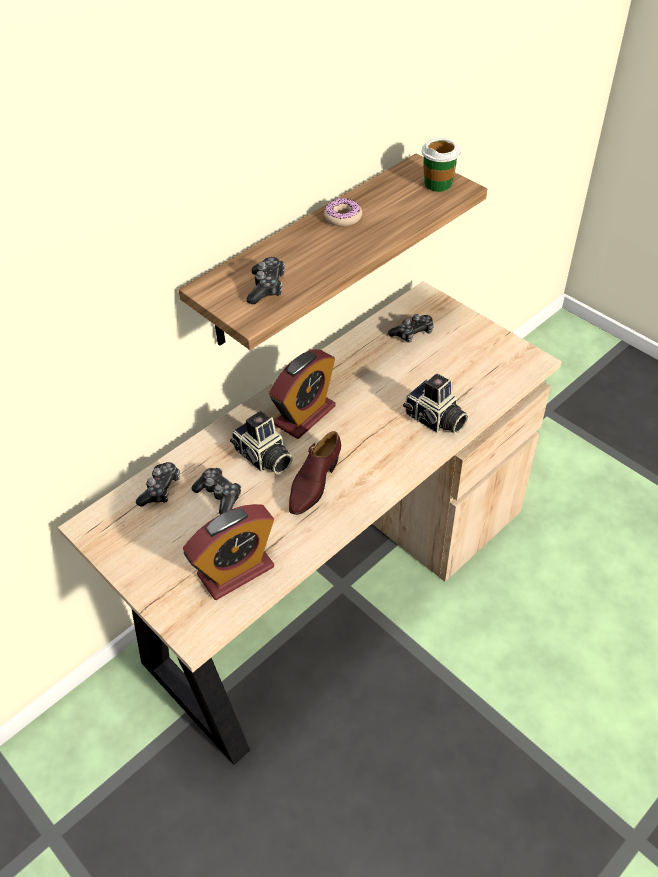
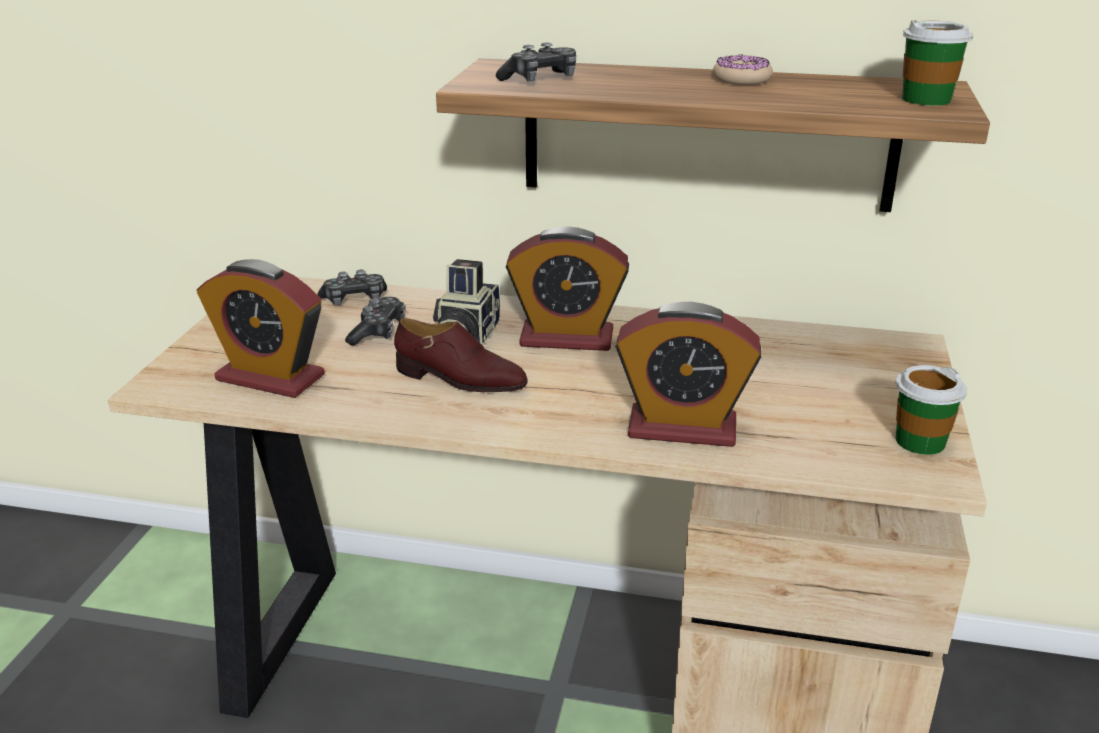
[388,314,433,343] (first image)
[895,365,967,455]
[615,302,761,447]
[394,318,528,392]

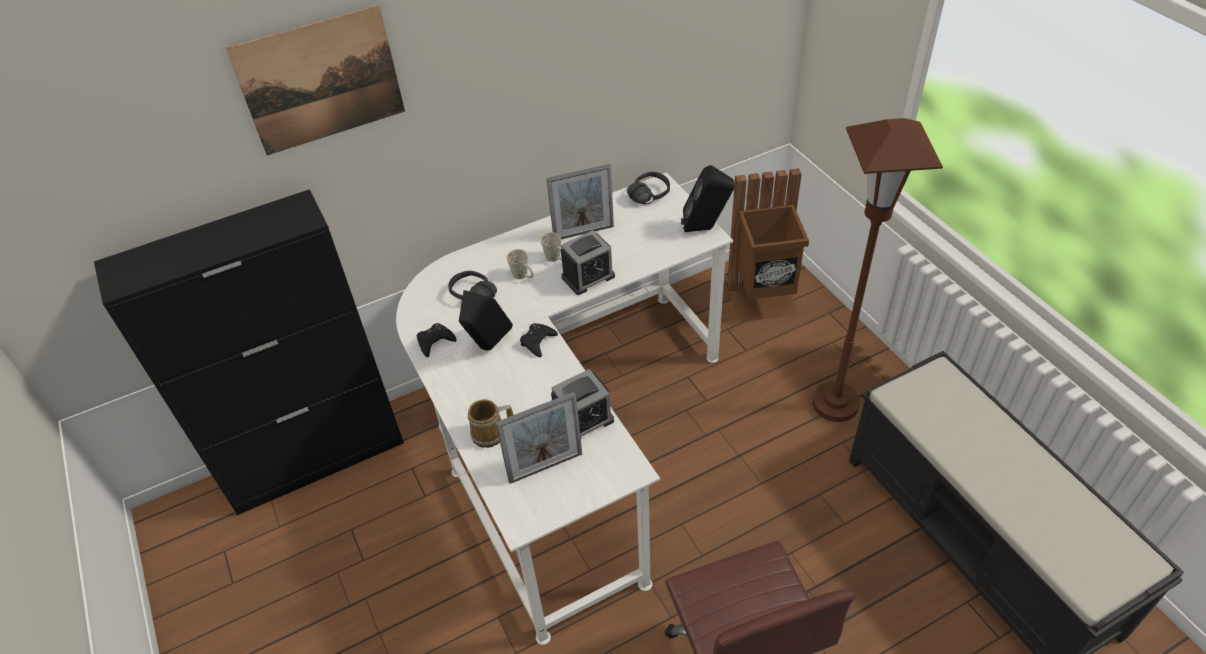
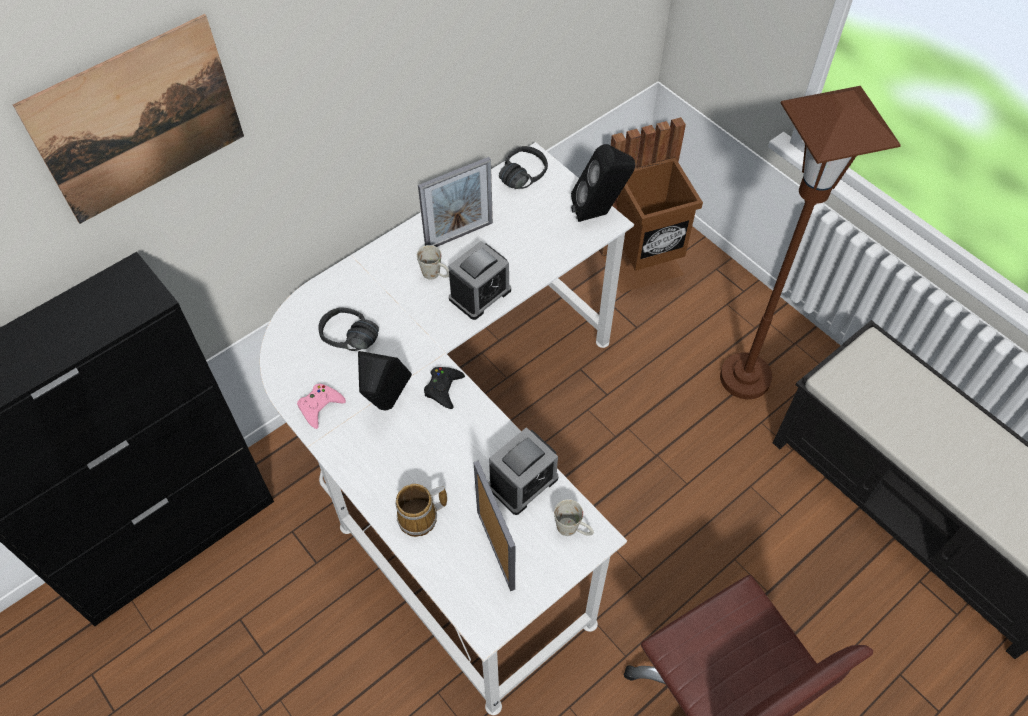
[554,499,594,536]
[297,384,346,429]
[474,461,515,591]

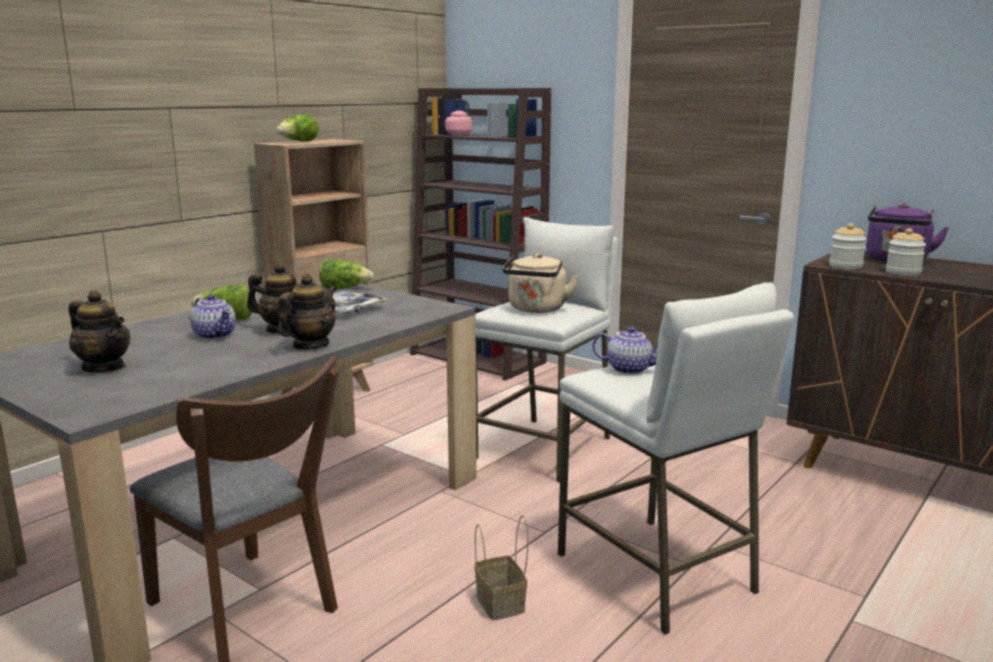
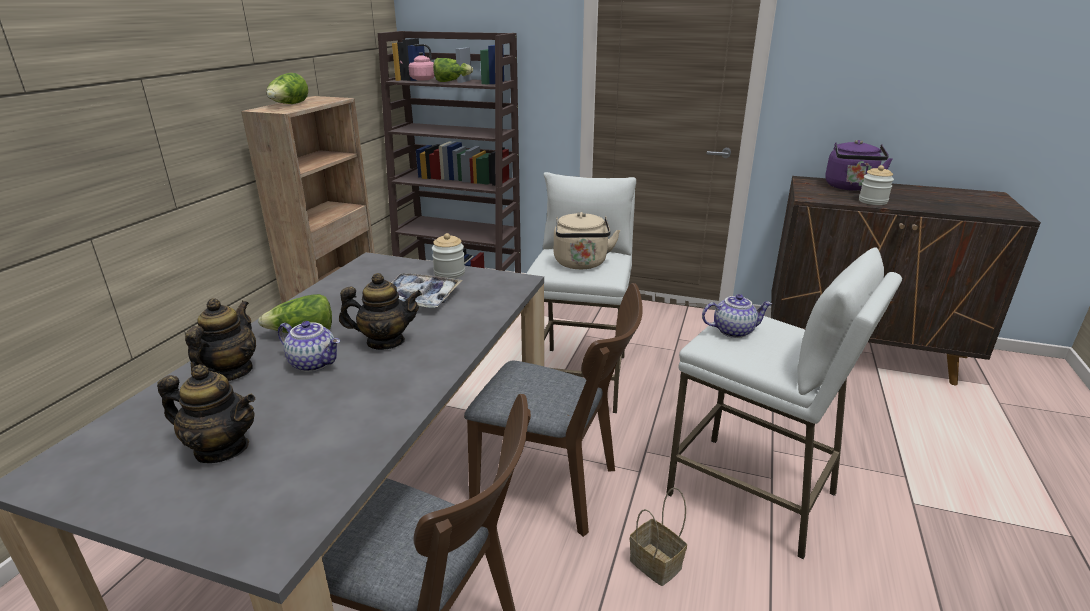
[464,283,643,537]
[185,298,256,381]
[433,58,473,82]
[432,233,465,279]

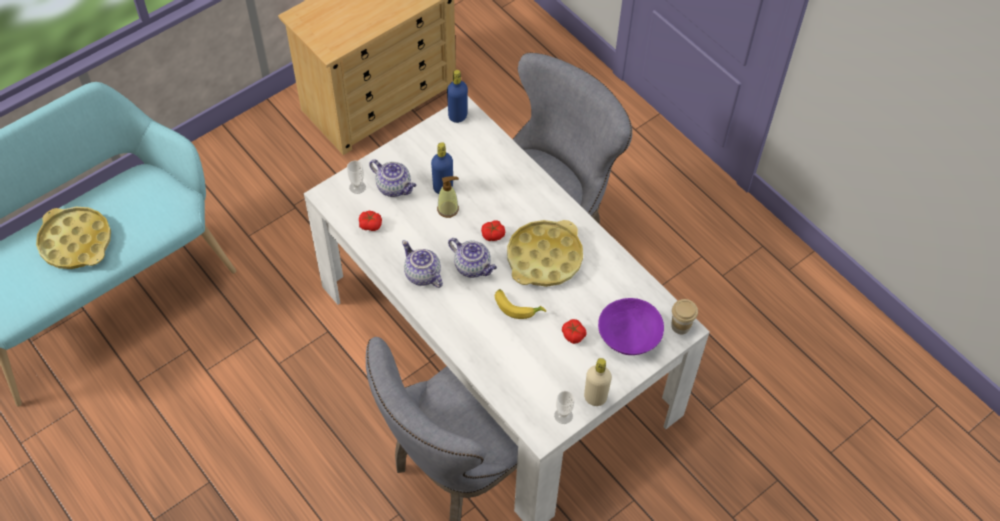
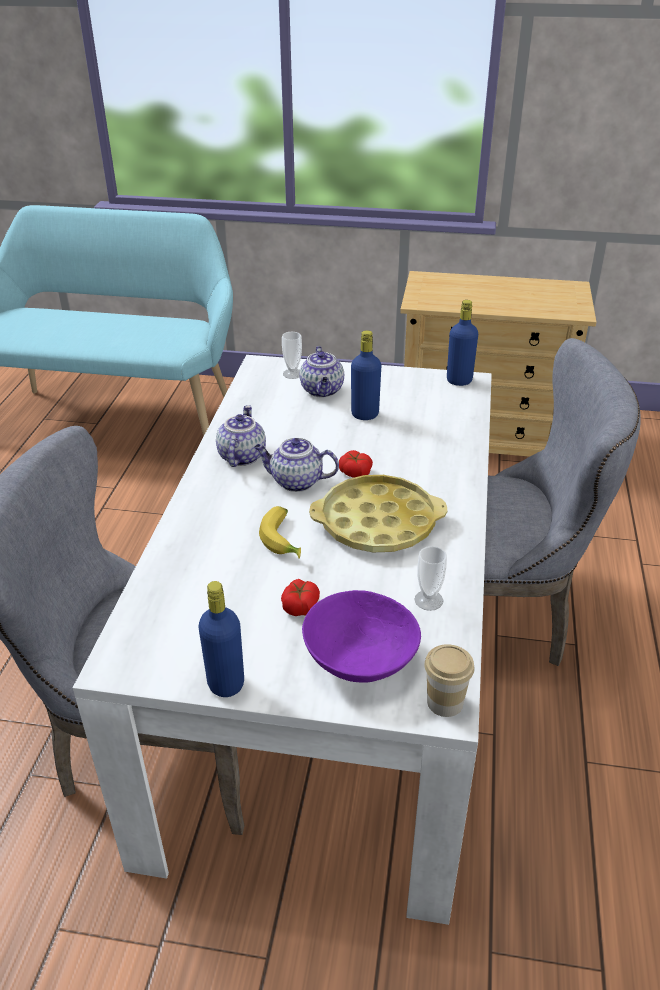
[36,207,111,269] (first image)
[359,211,382,231] (first image)
[437,176,459,218] (first image)
[414,546,447,611]
[199,581,244,697]
[254,438,339,492]

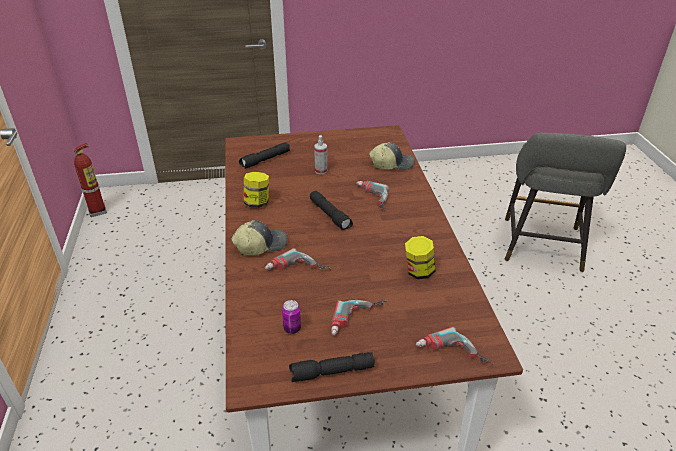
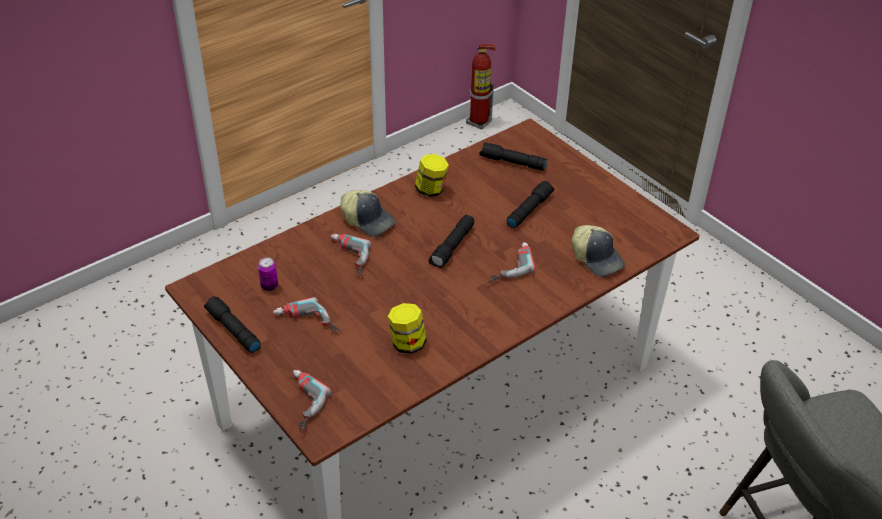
[507,181,554,228]

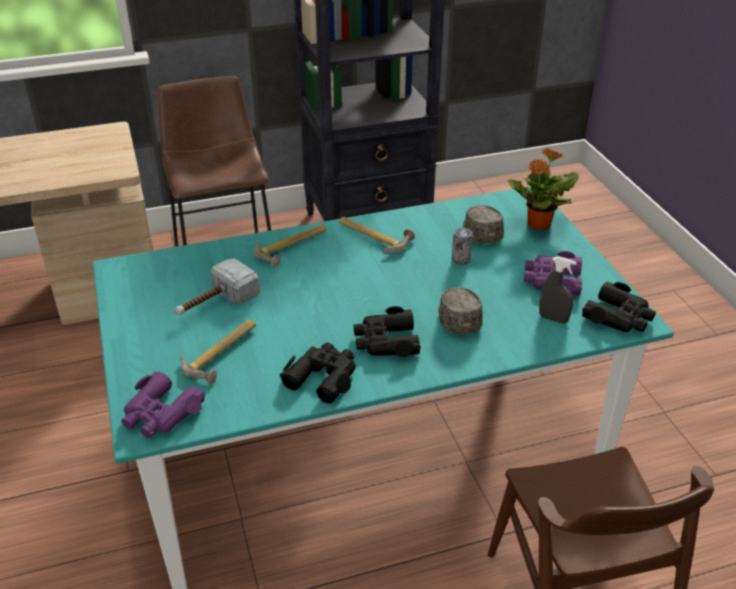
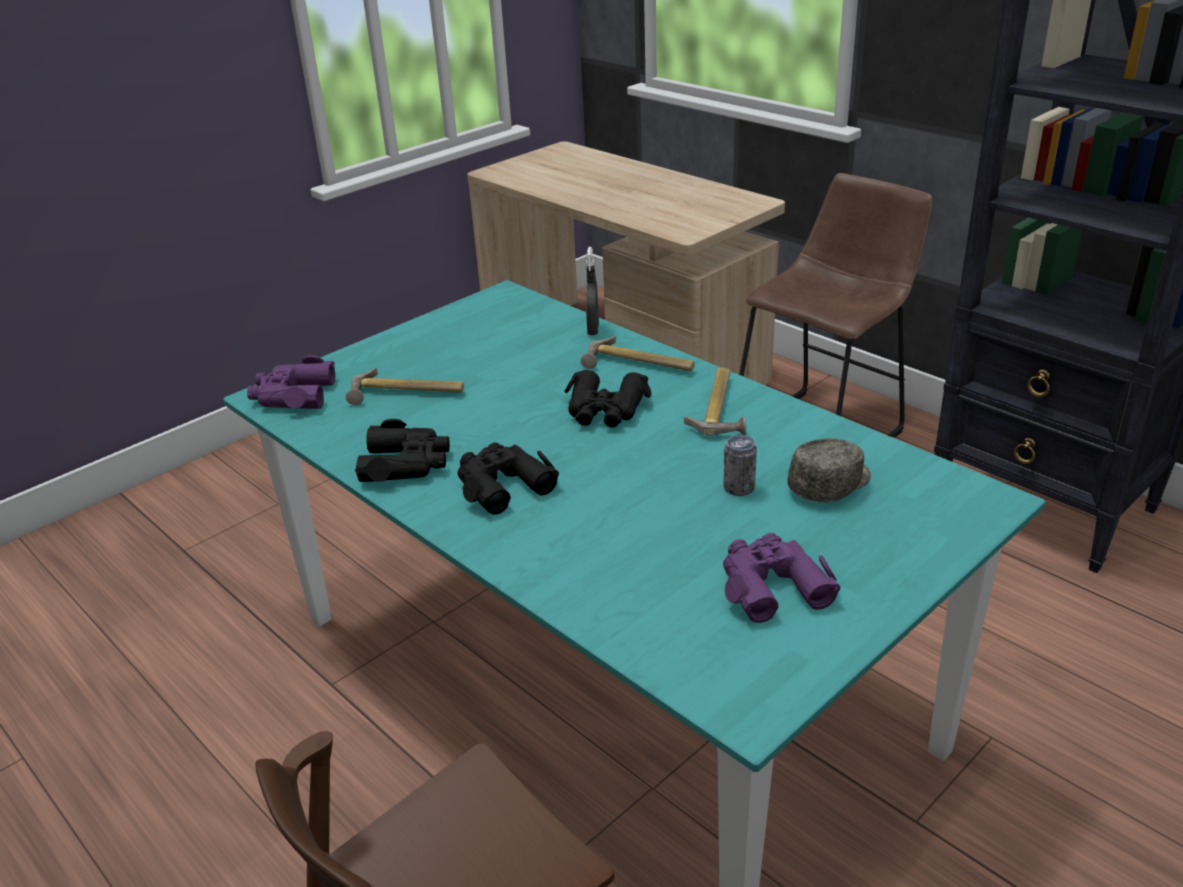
[175,258,260,315] (first image)
[438,287,483,335] (first image)
[508,148,579,230] (first image)
[586,247,599,335]
[564,370,651,428]

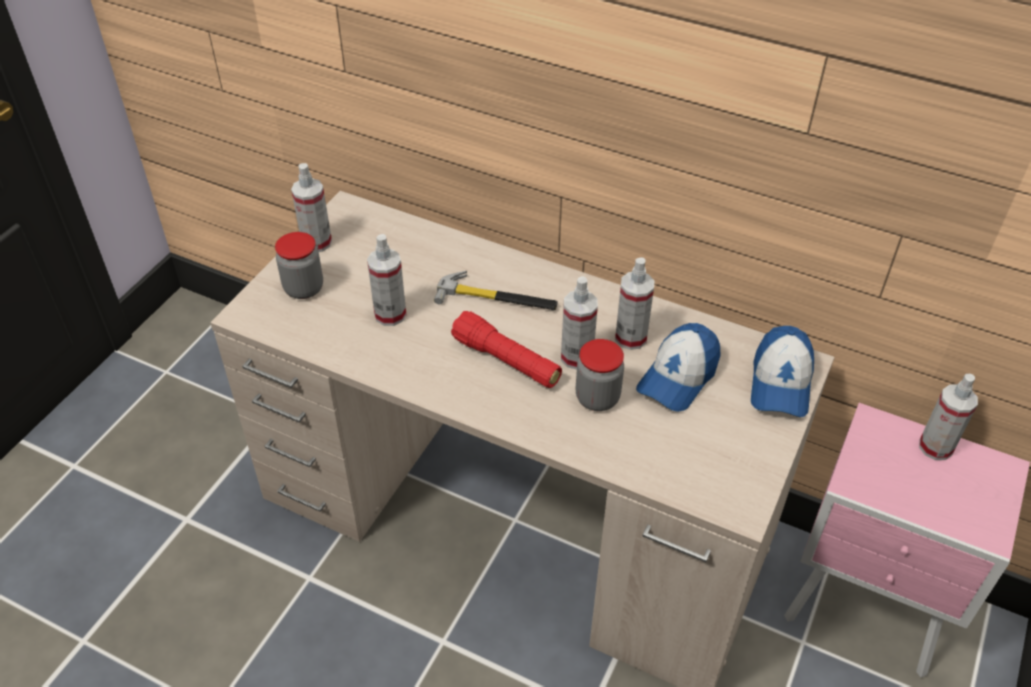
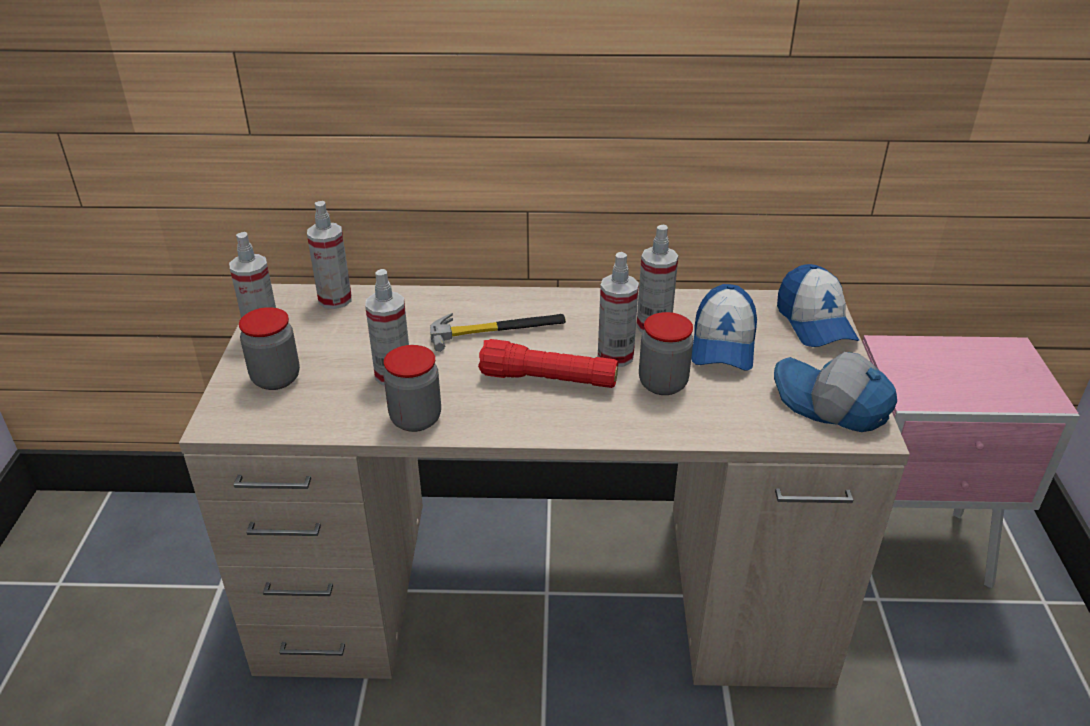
[384,345,441,432]
[774,352,897,432]
[307,201,352,309]

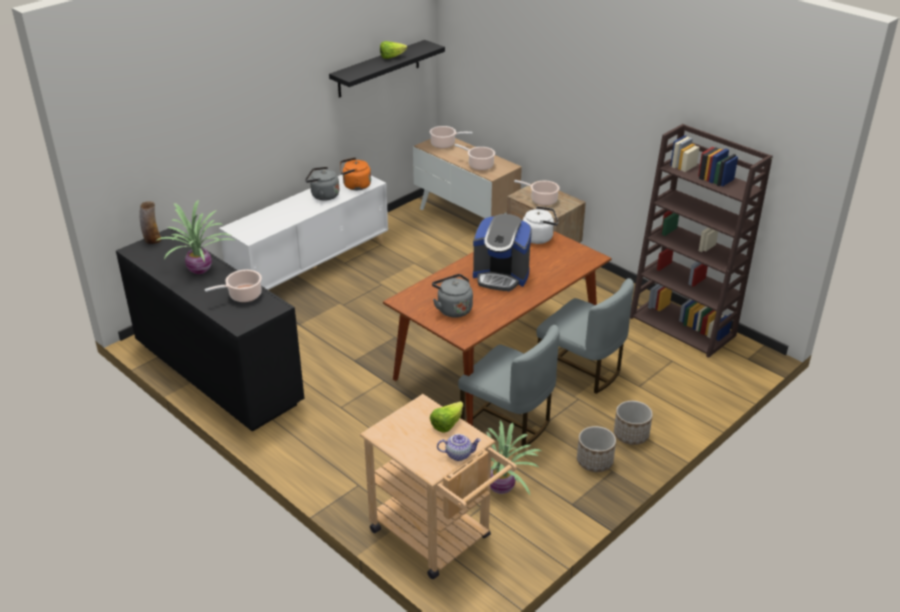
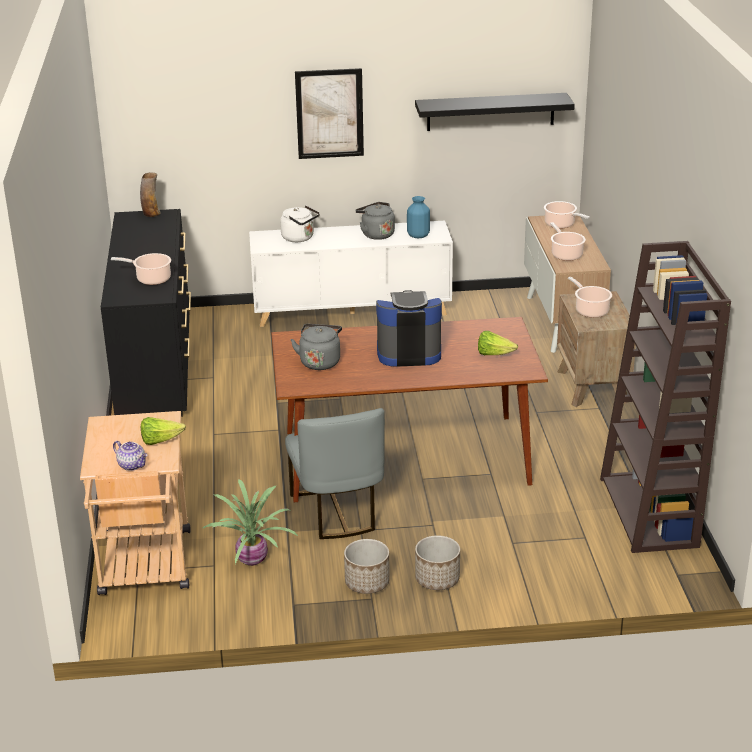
[155,200,236,274] (first image)
[536,278,634,394] (first image)
[295,68,364,159]
[478,331,518,355]
[280,205,320,242]
[407,196,430,238]
[376,290,442,367]

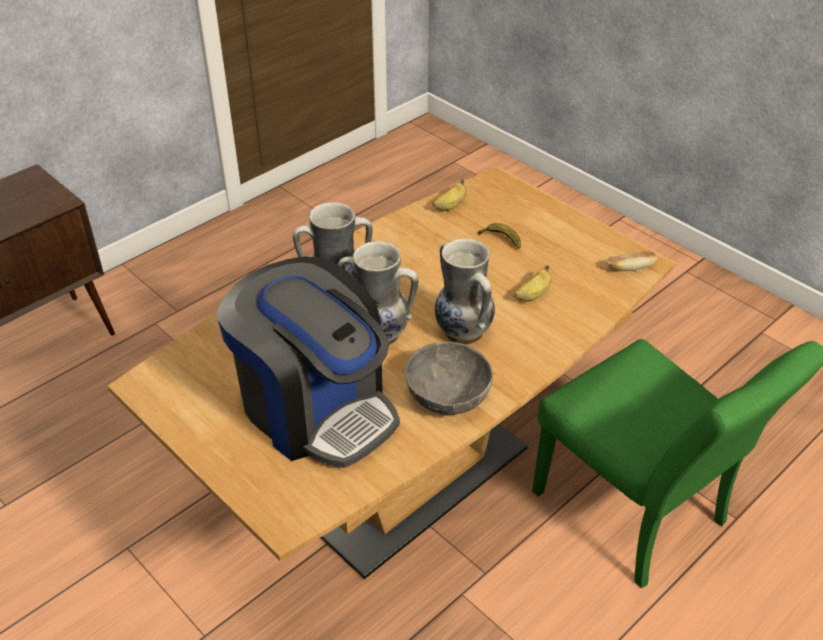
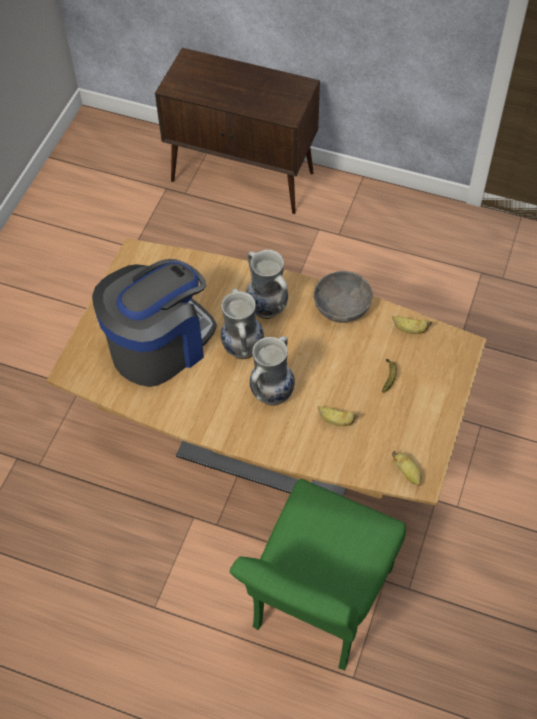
[314,271,373,323]
[392,451,422,486]
[92,259,217,387]

